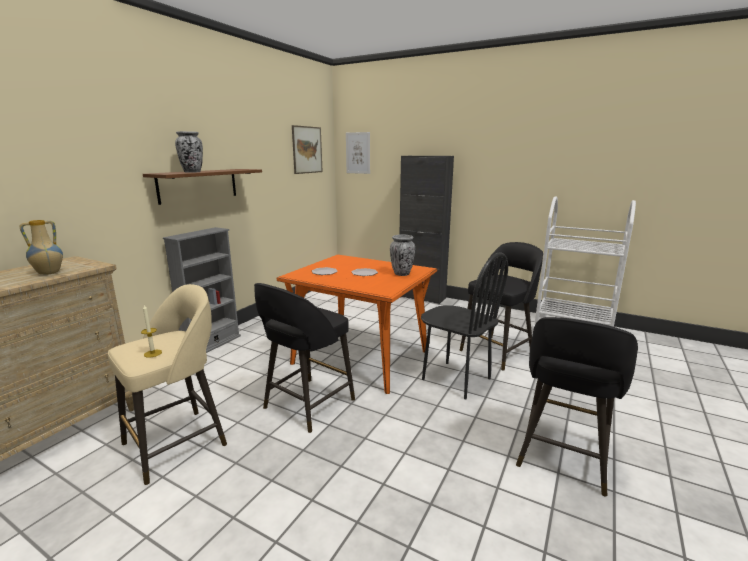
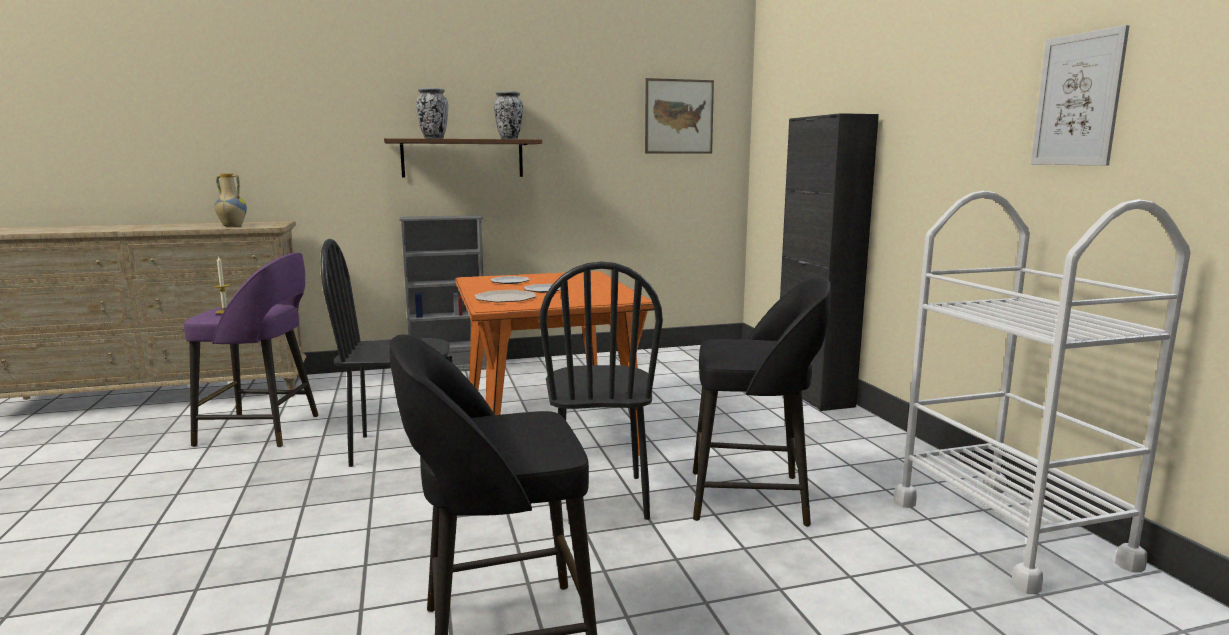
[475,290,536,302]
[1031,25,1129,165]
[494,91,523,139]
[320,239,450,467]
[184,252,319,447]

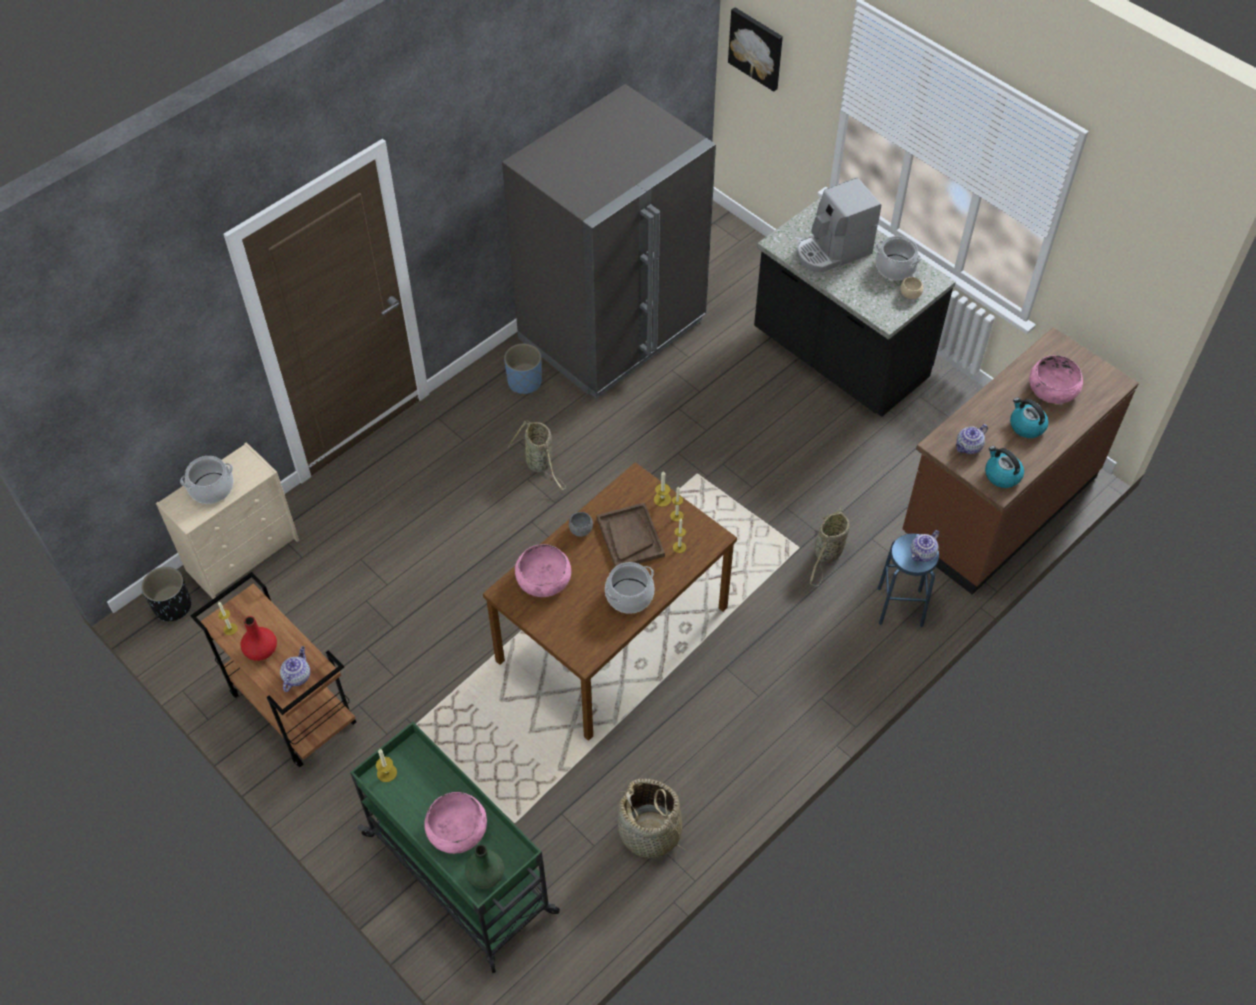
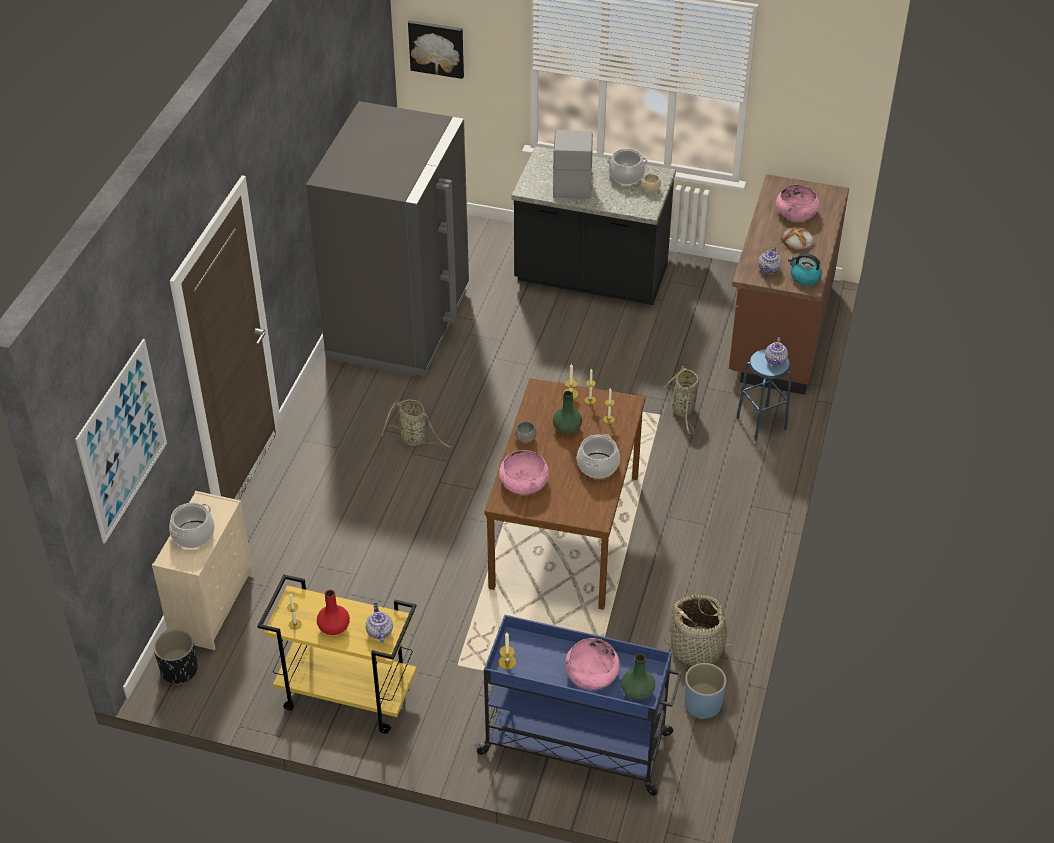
[75,339,167,544]
[684,663,726,719]
[553,391,582,434]
[781,226,814,251]
[257,574,416,734]
[474,615,682,796]
[553,130,593,199]

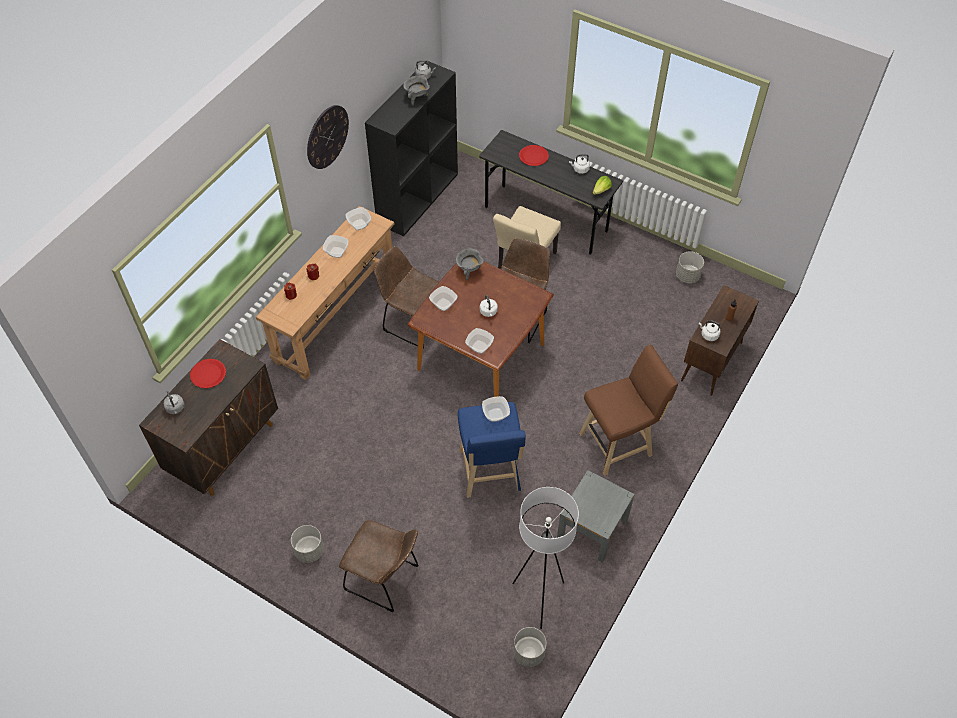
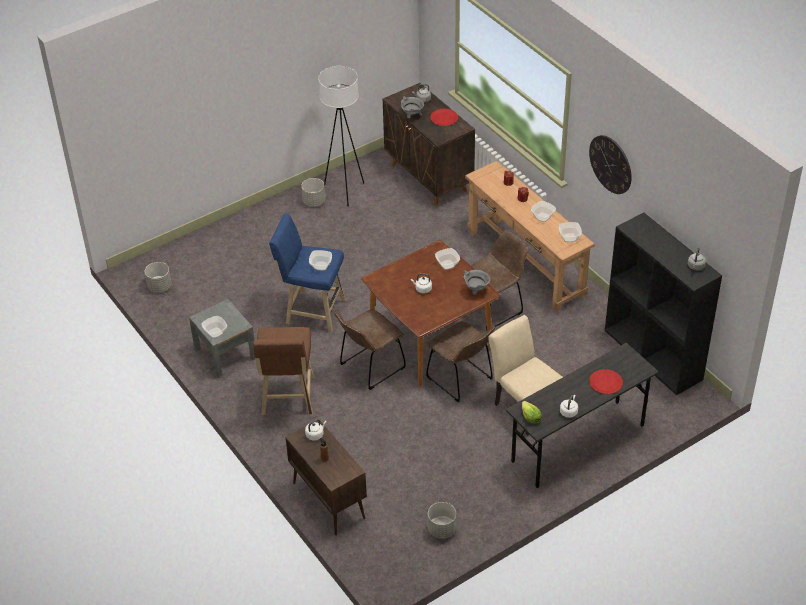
[334,309,406,390]
[401,96,424,118]
[202,316,227,338]
[318,66,364,206]

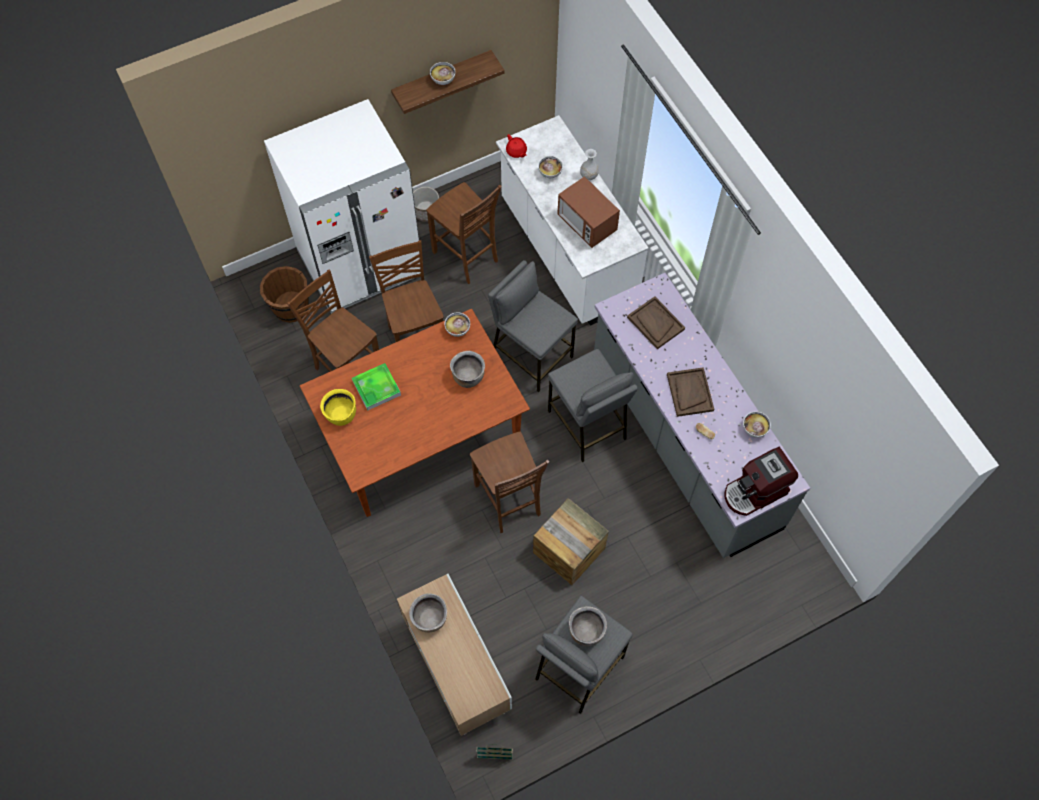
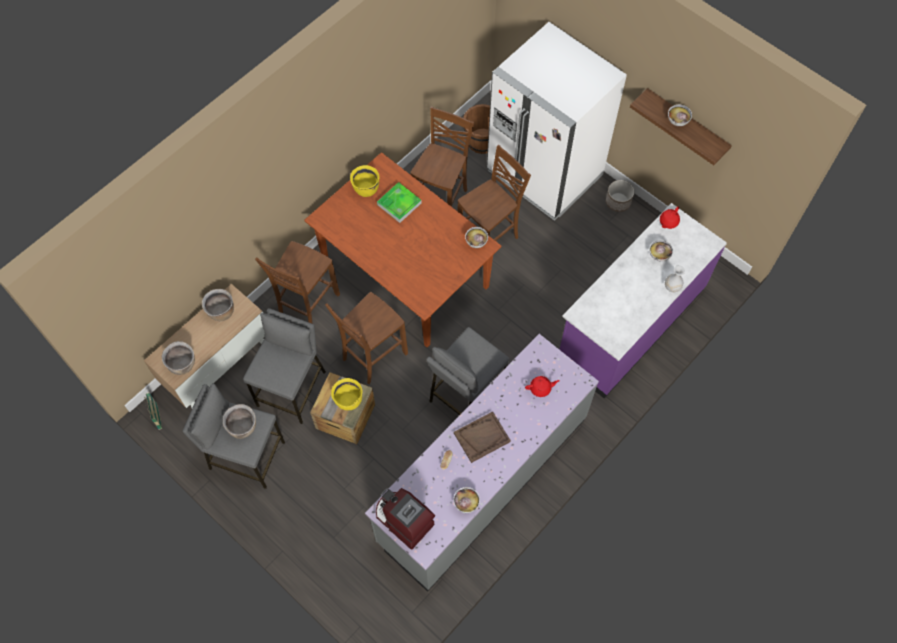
[557,176,620,248] (first image)
[331,378,363,410]
[255,241,340,323]
[162,341,195,375]
[243,308,326,424]
[525,376,560,397]
[559,203,727,398]

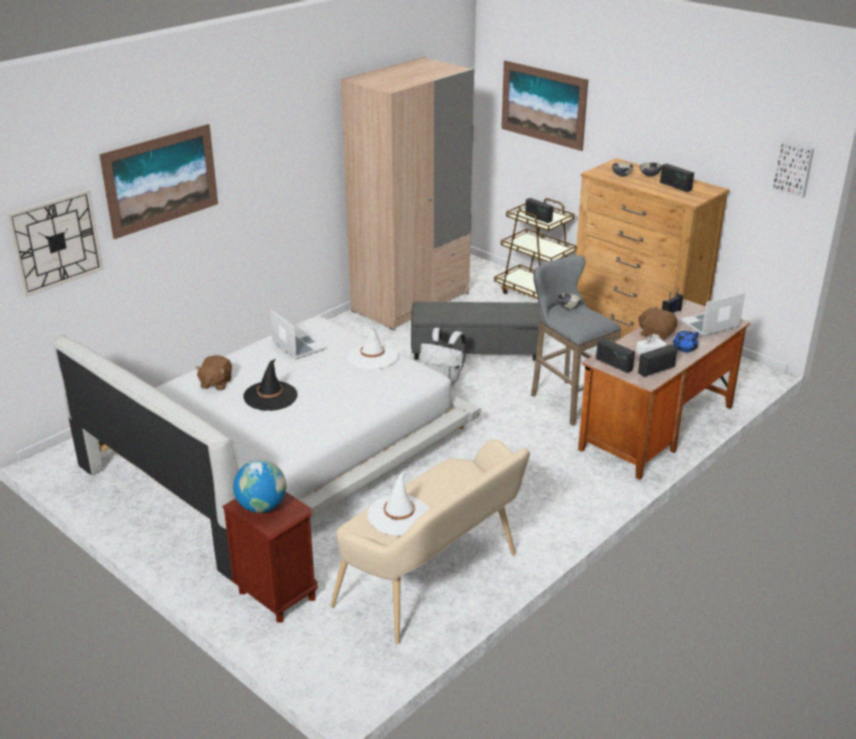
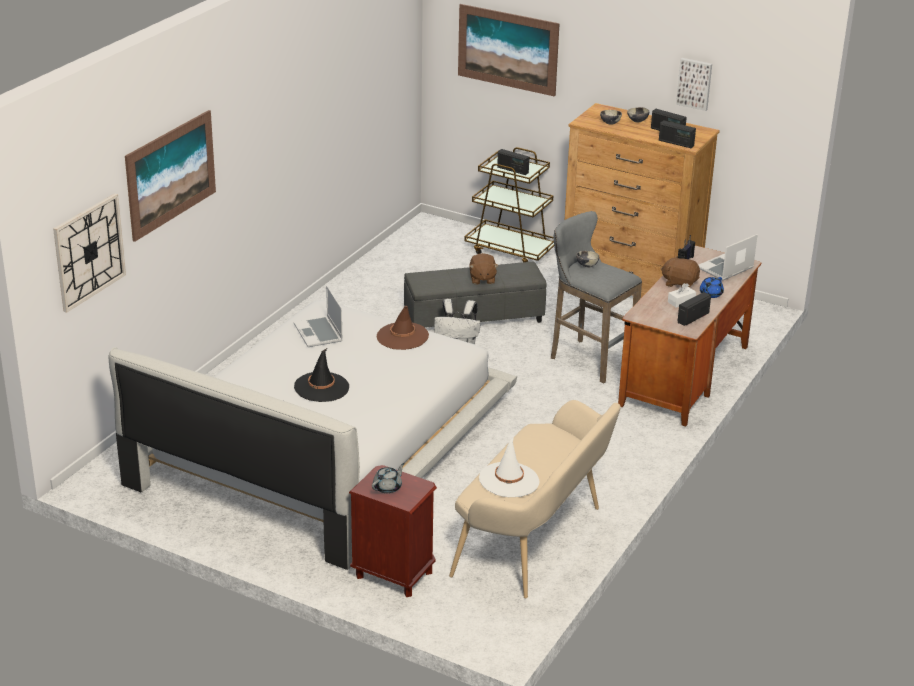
[341,57,474,330] (first image)
[470,253,498,284]
[659,120,696,148]
[676,58,712,111]
[372,463,405,494]
[377,306,429,350]
[294,286,343,347]

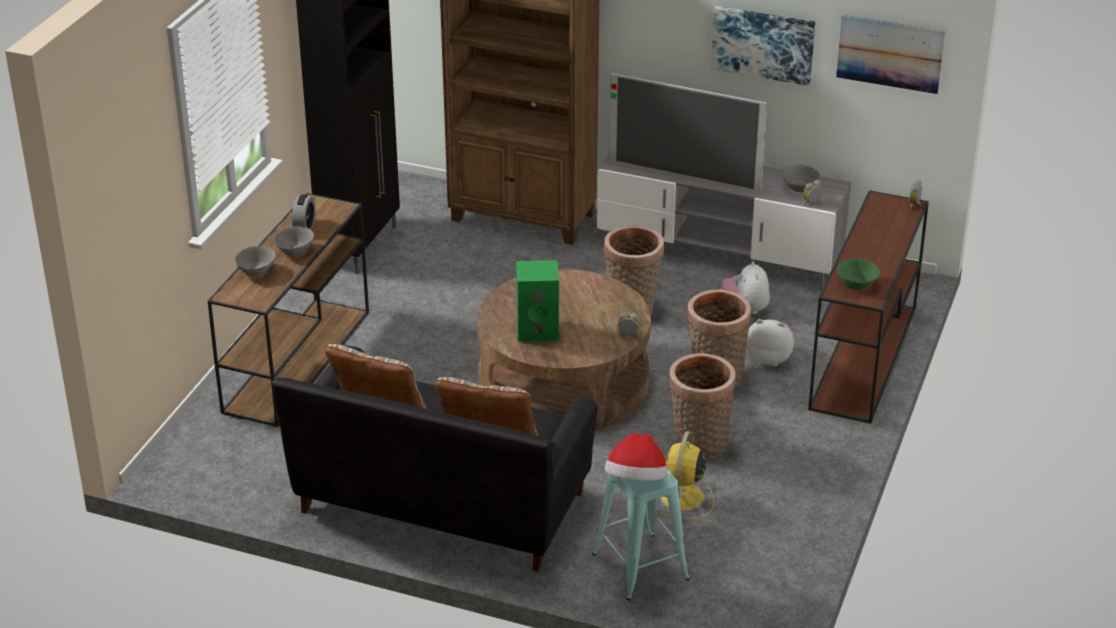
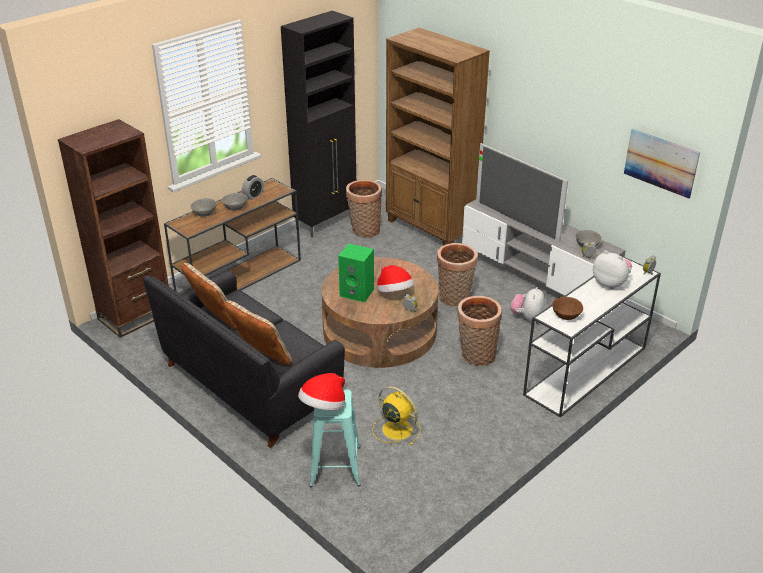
[711,6,815,86] (first image)
[58,119,169,338]
[377,265,414,292]
[346,180,382,237]
[593,251,632,289]
[523,256,661,417]
[552,297,583,320]
[372,386,421,445]

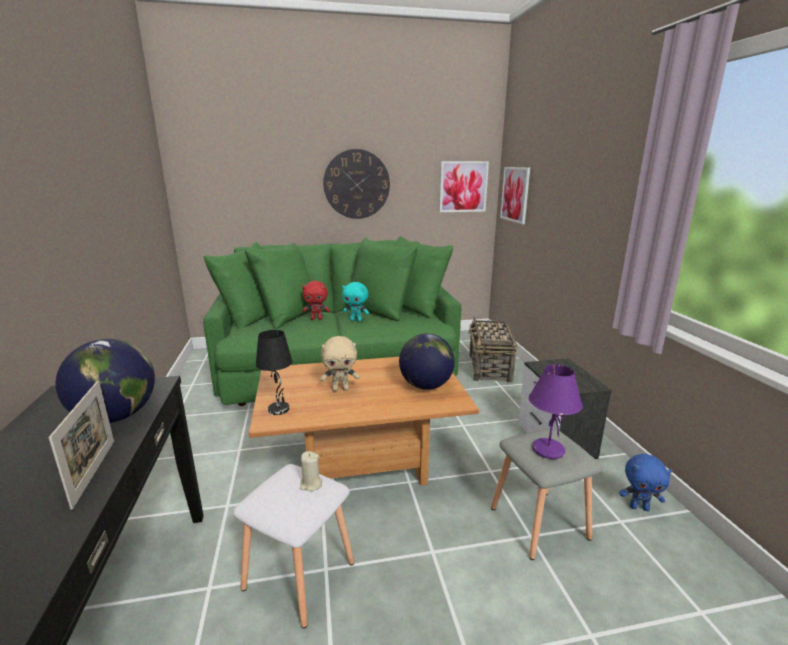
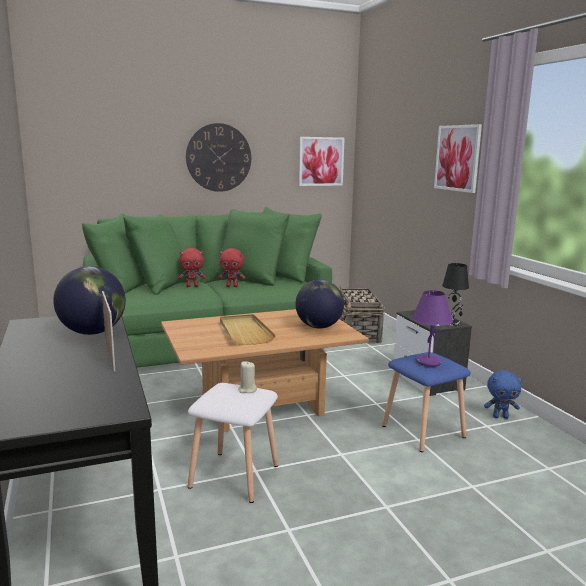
[442,263,469,326]
[434,124,482,193]
[220,314,276,345]
[219,248,246,287]
[382,352,471,452]

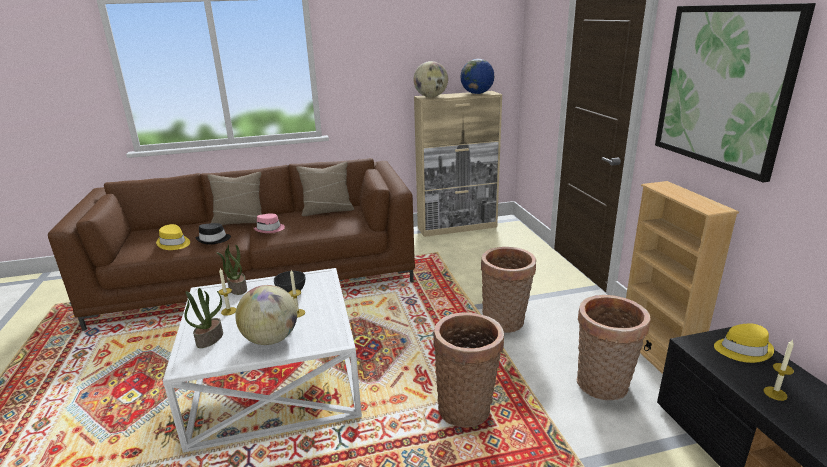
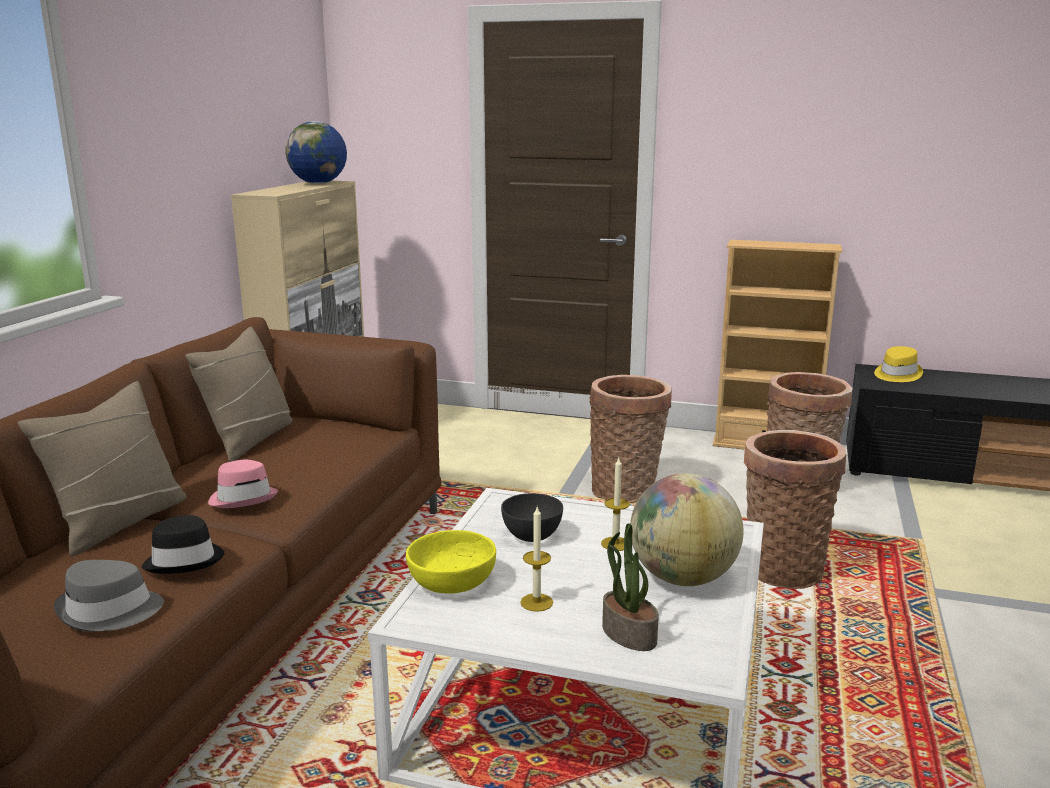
[414,61,448,97] (first image)
[655,3,816,182] (first image)
[763,339,794,401] (first image)
[406,530,496,594]
[54,560,164,632]

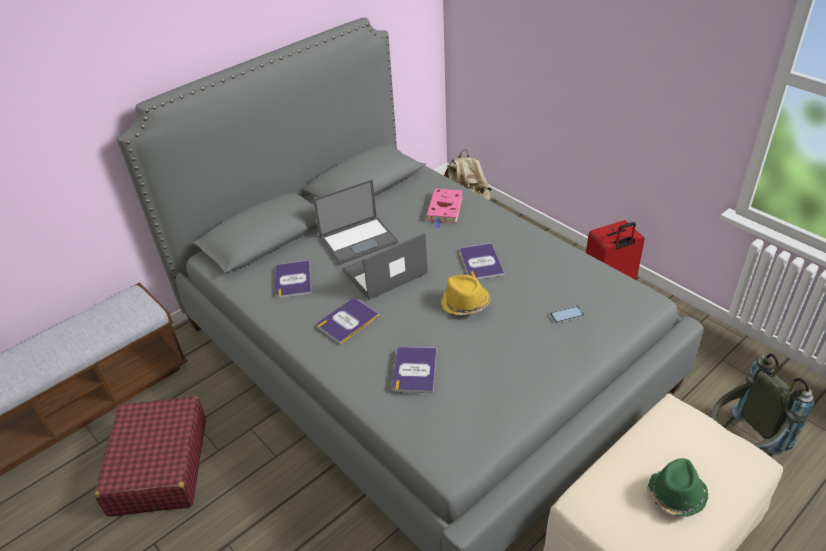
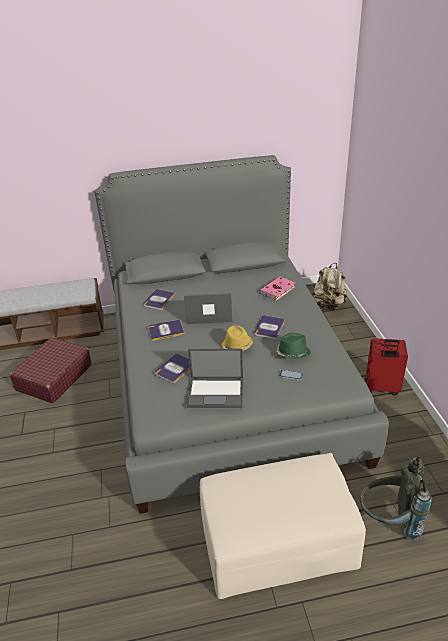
[187,349,243,408]
[276,333,311,359]

